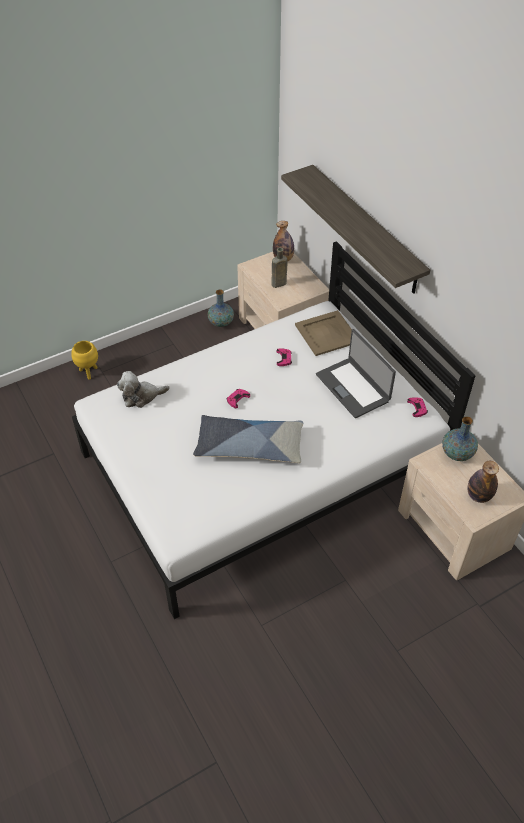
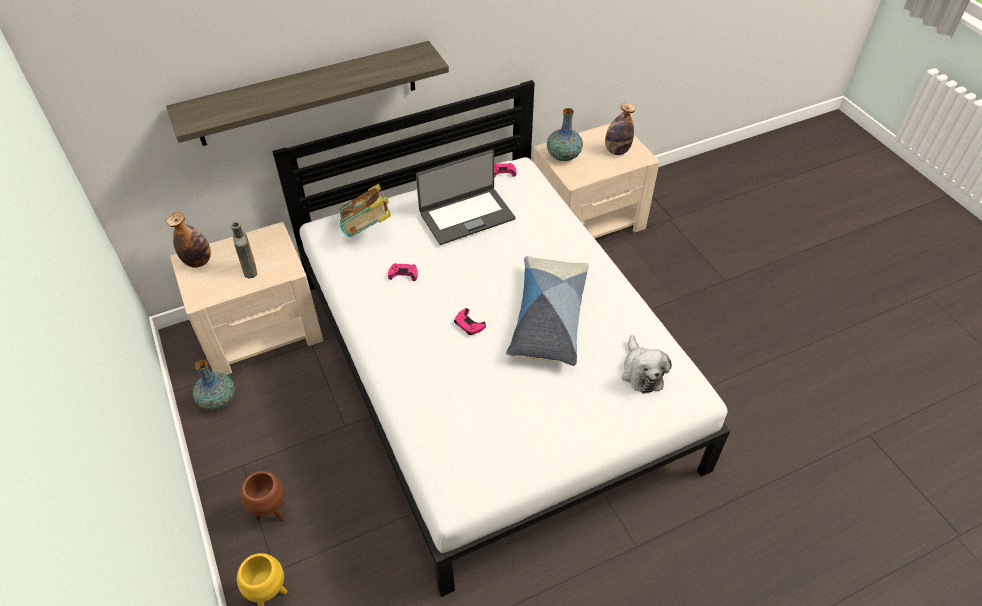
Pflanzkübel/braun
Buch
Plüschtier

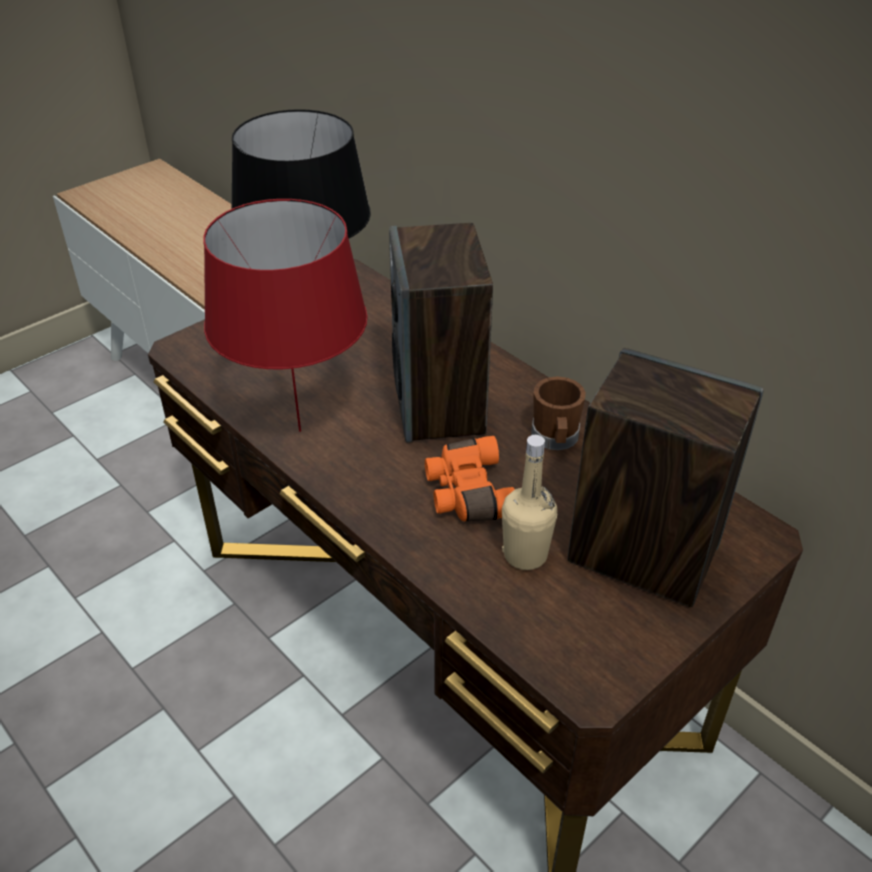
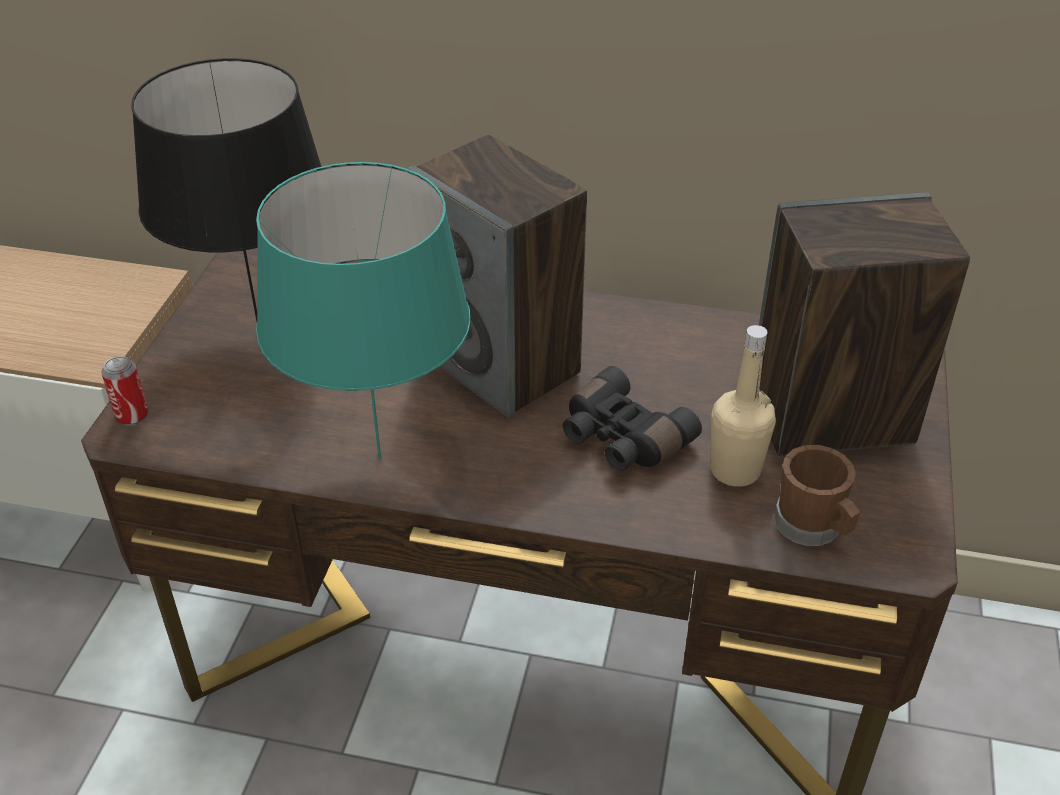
Dose
Tischlampe/türkis
Fernglas/schwarz
Henkelbecher/braun

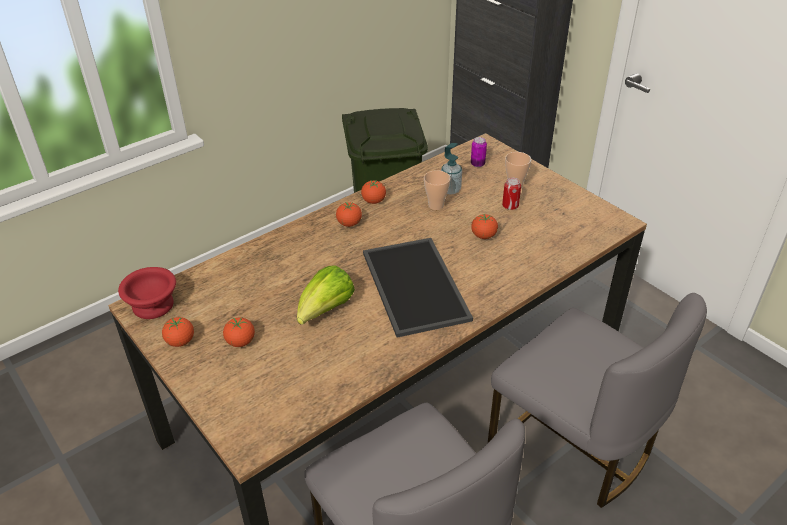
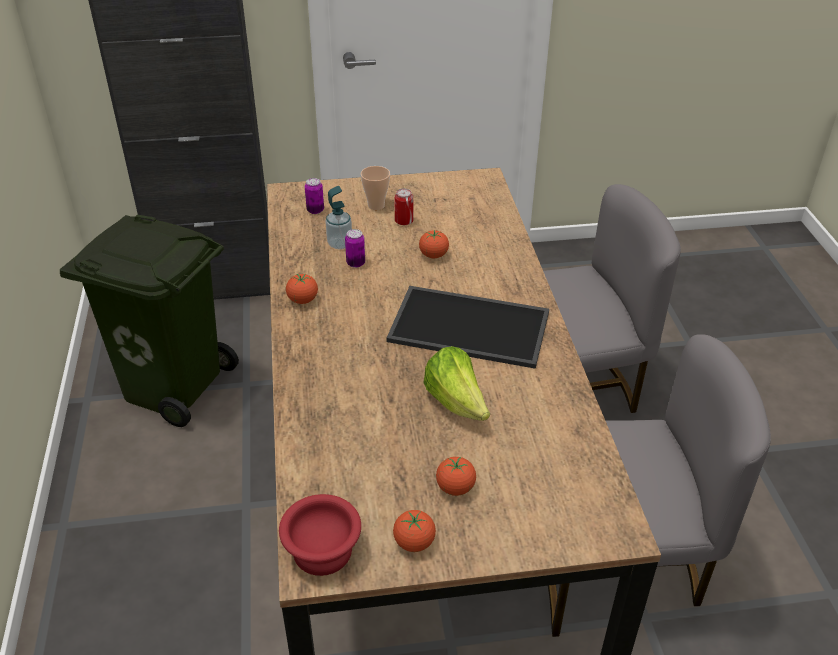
Dose (2nd from left)
Tomate (3rd from left in the first image)

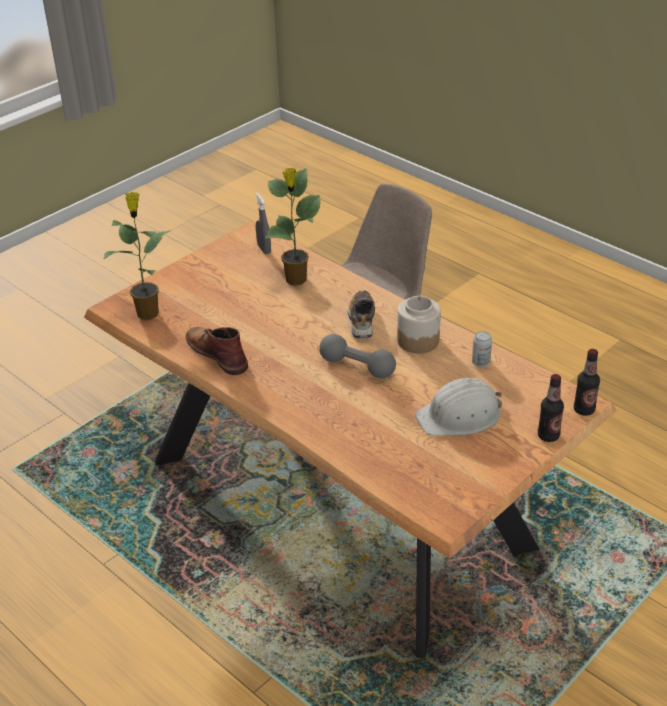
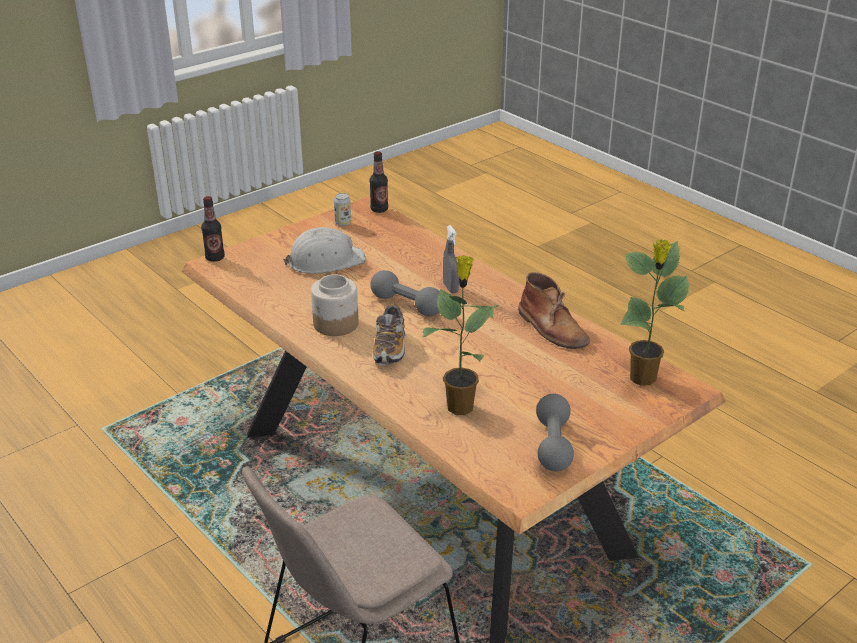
Dose
Flasche (2nd from left)
Sprühflasche/grau
Hantel/grau (2nd from left)

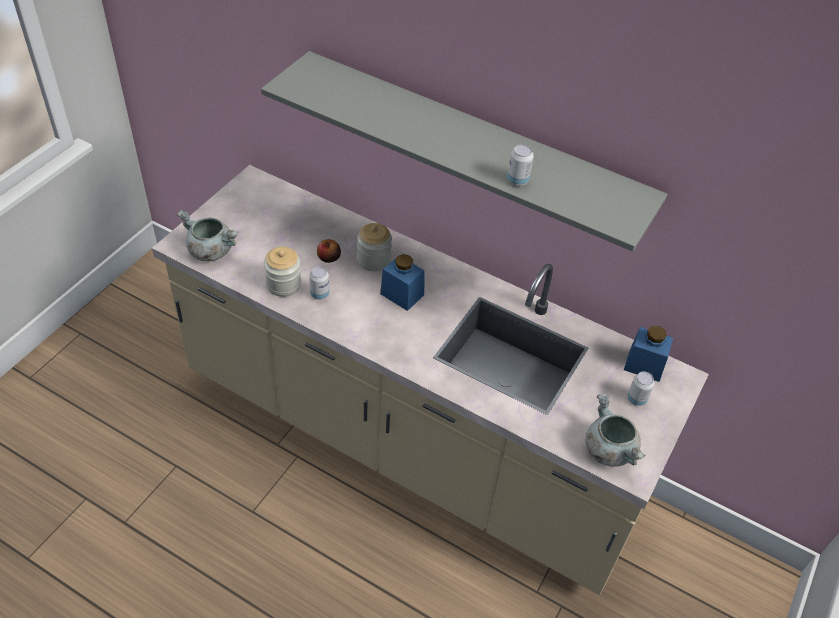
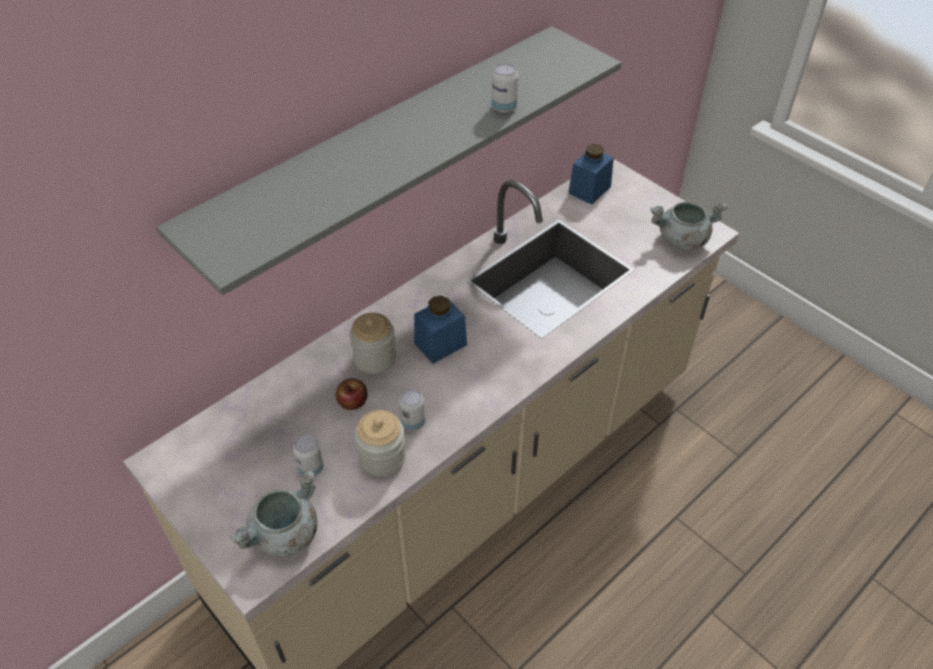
Dose (1st from left)

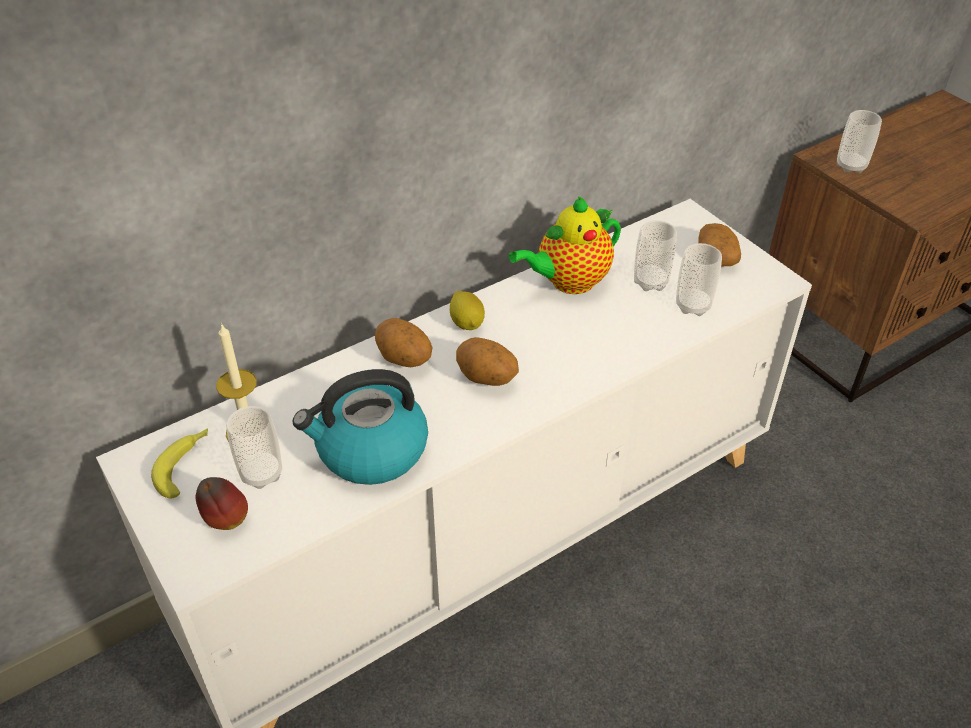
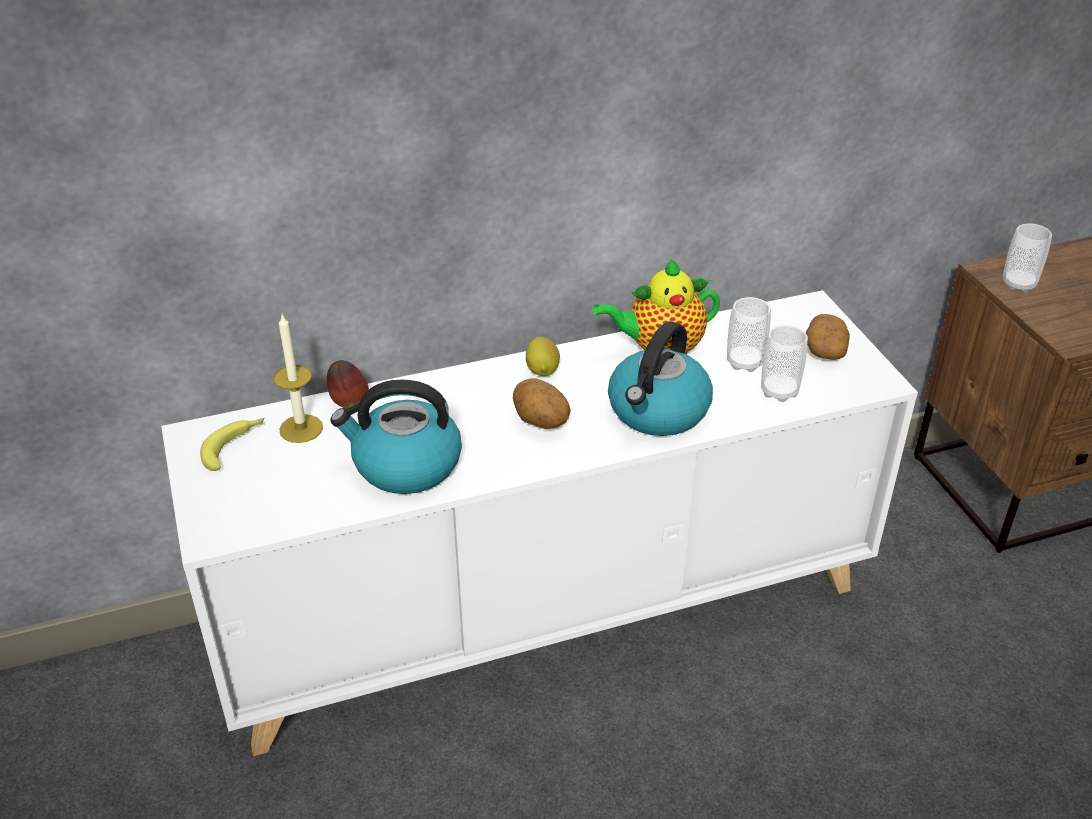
Apfel
Wasserkessel (2nd from left)
Tasse (1st from left in the first image)
Kartoffel (1st from left in the first image)

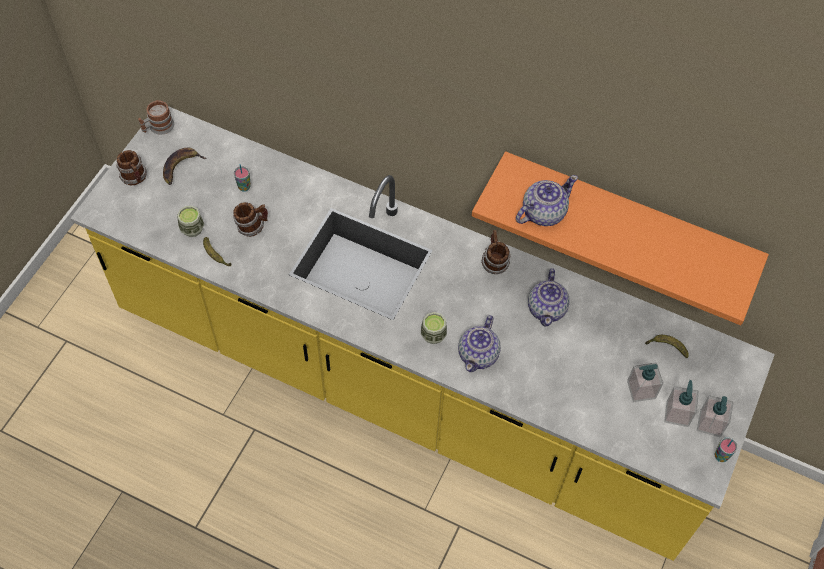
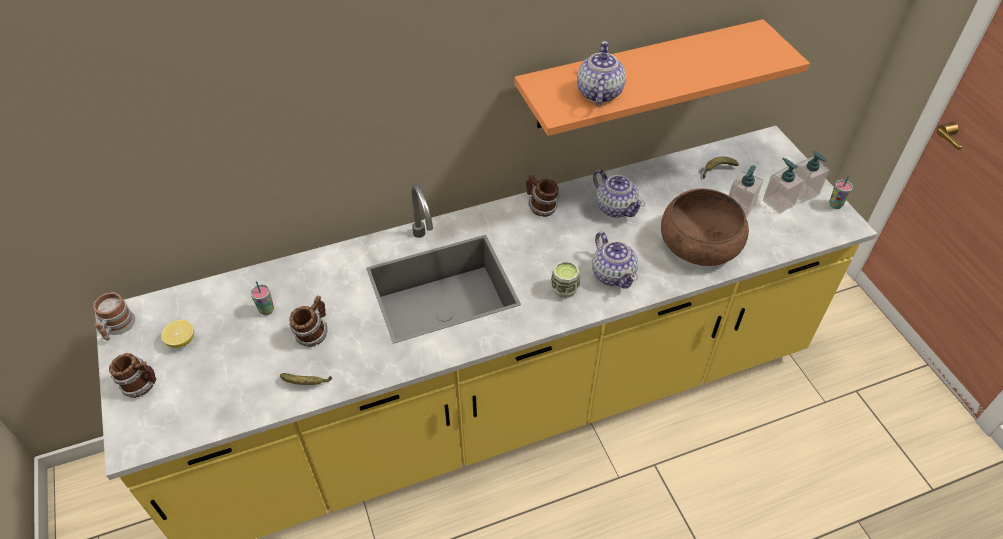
Zitrone
Schüssel/braun
Tasse (1st from left in the first image)

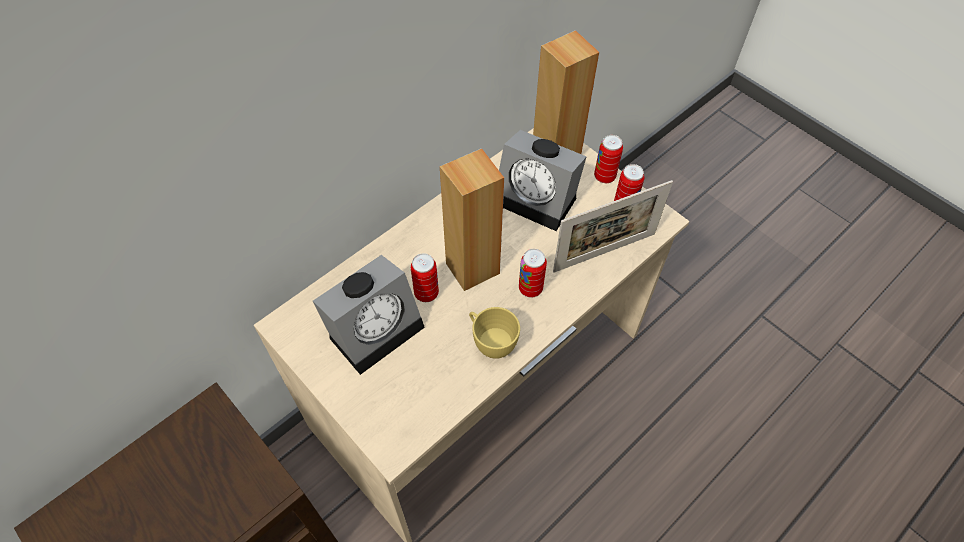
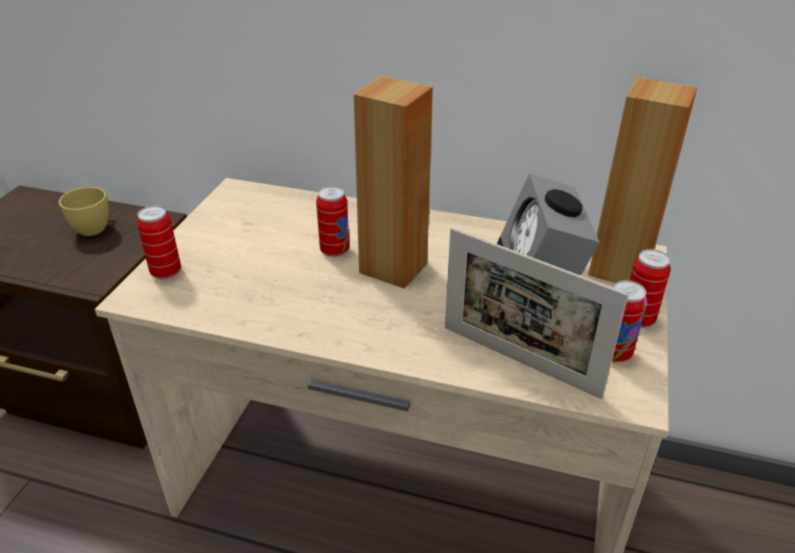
Tasse/gelb
Dose (1st from left)
Wecker (1st from left in the first image)

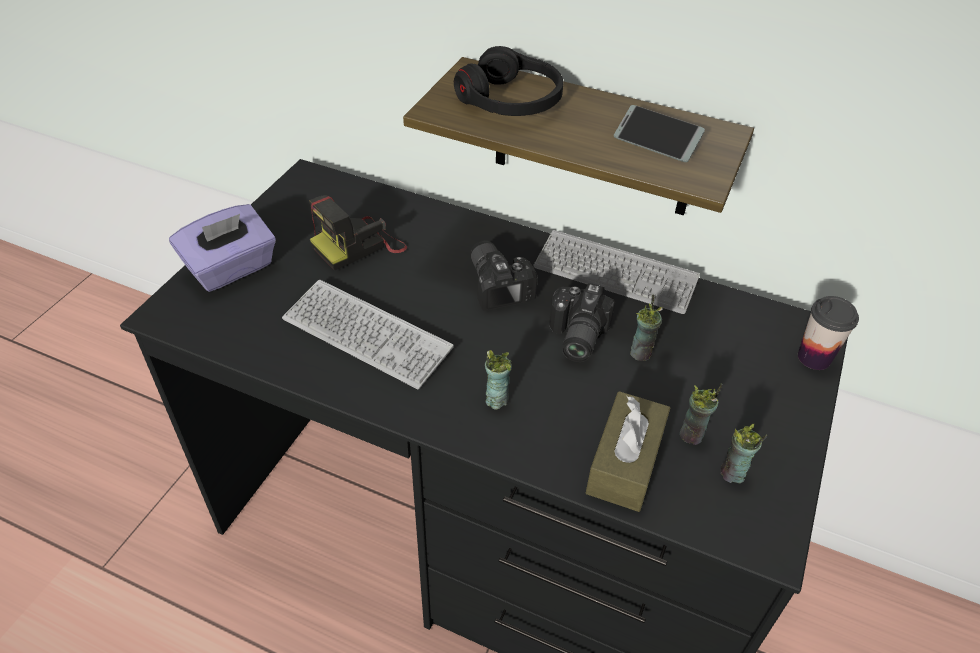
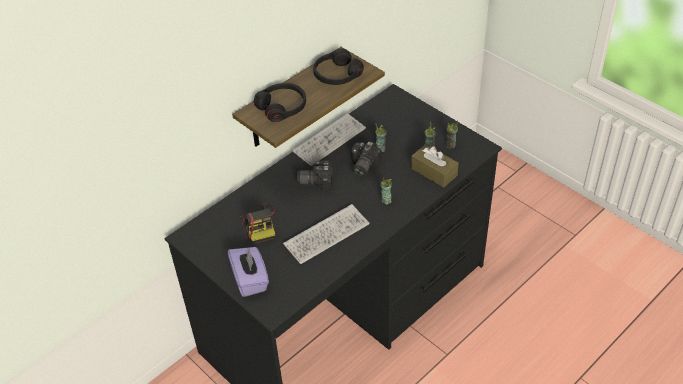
Kopfhörer/schwarz (2nd from left)
Kamera (3rd from left)
Tasse (5th from left in the first image)

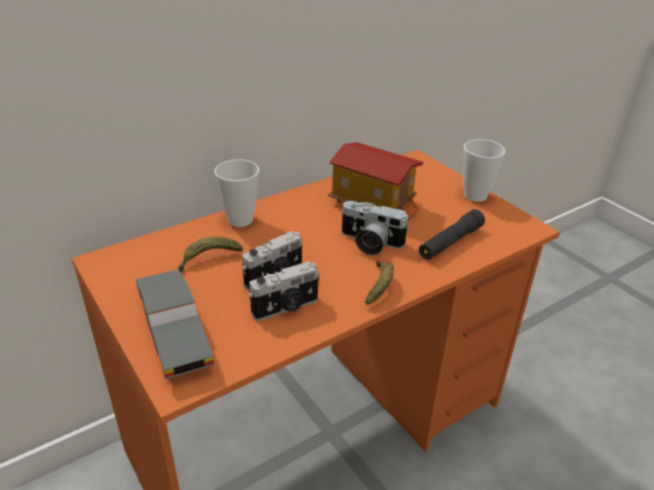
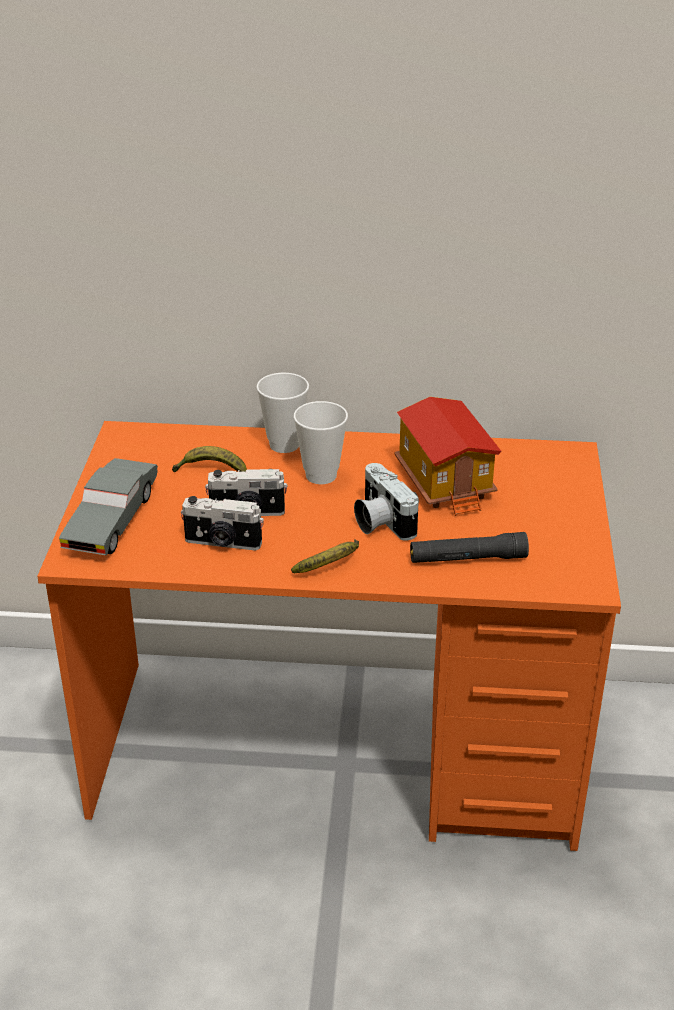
Tasse (2nd from left)

